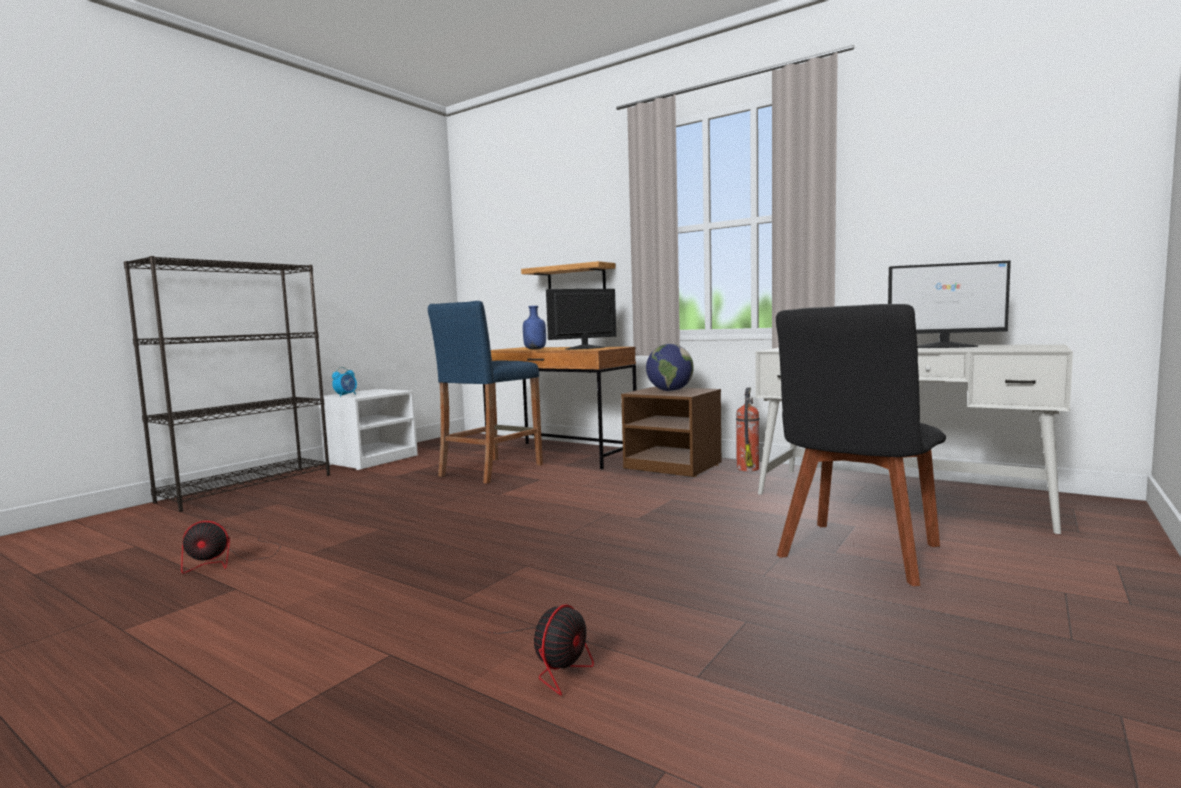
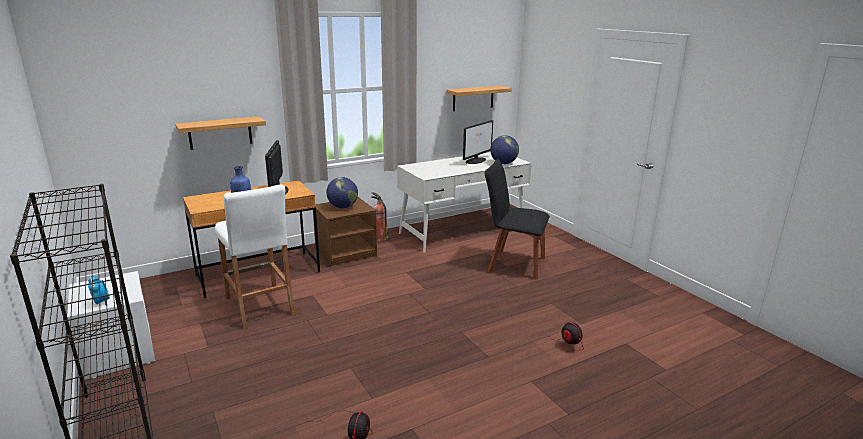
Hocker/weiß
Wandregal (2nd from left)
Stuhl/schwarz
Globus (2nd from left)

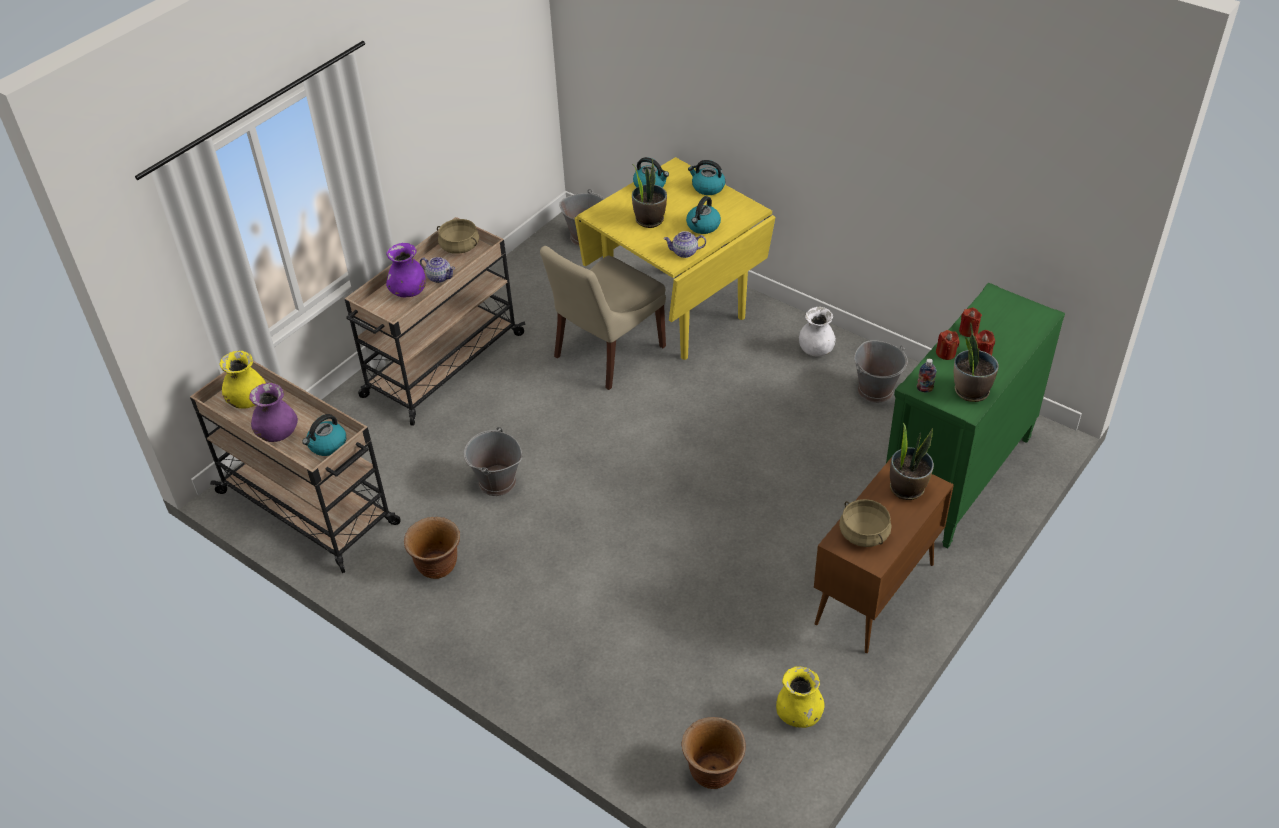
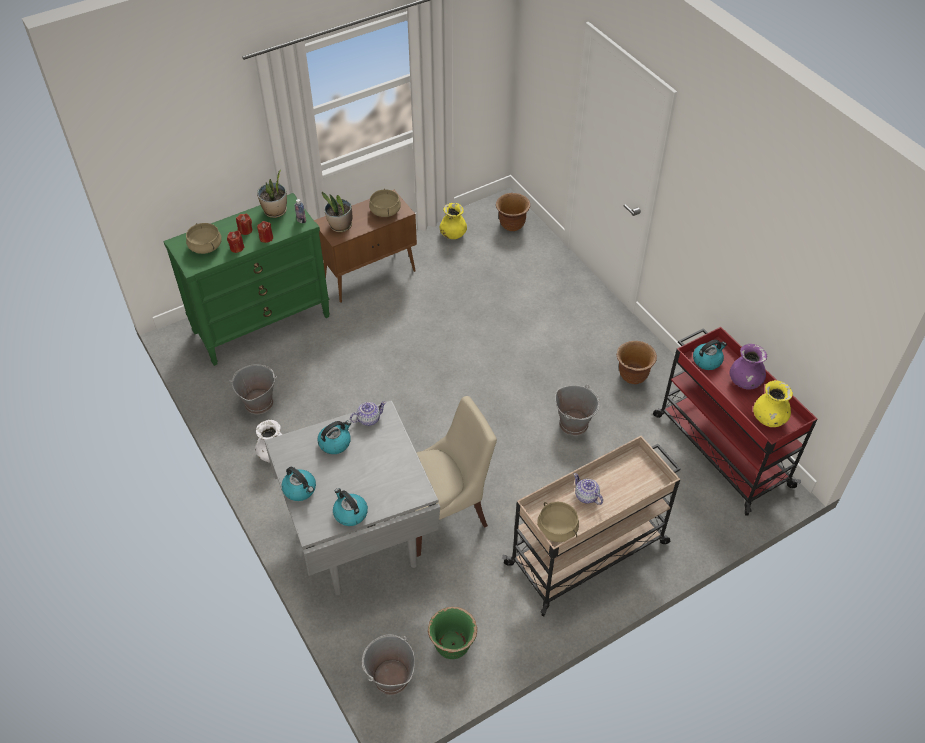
Kochtopf/beige (1st from left)
Esstisch/grau
Teekanne (1st from left)
Pflanzkübel/grün
Rollwagen/rot
Vase/lila (2nd from left in the first image)
Topfpflanze (1st from left in the first image)

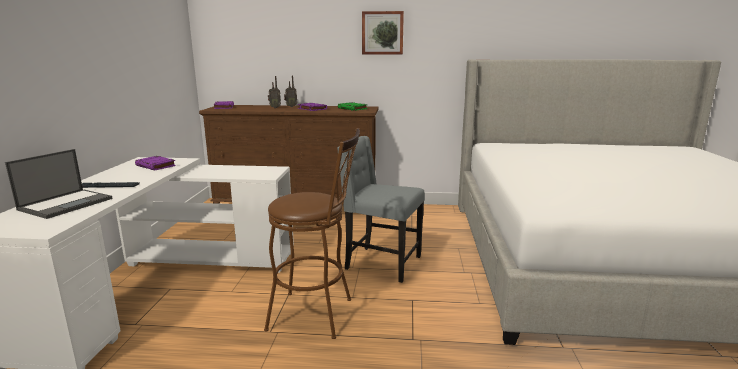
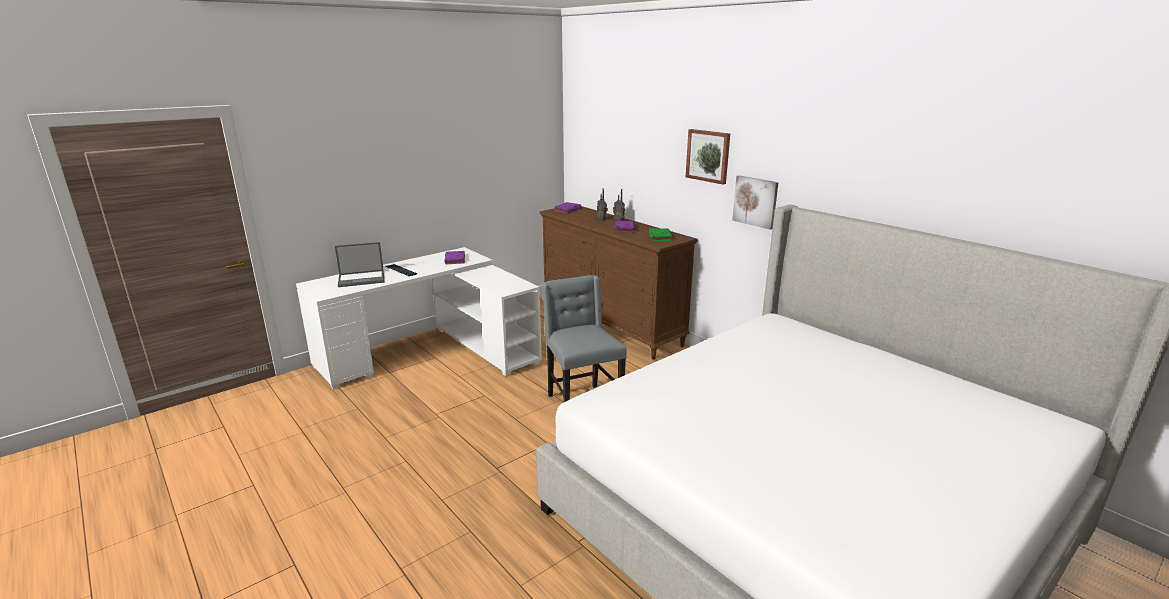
Bild (2nd from left)
Hocker/braun

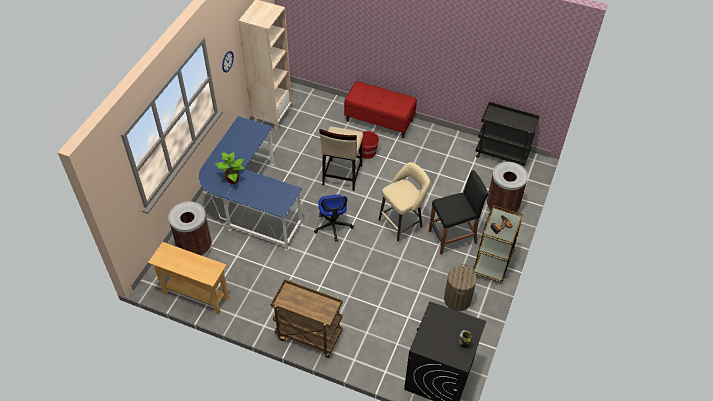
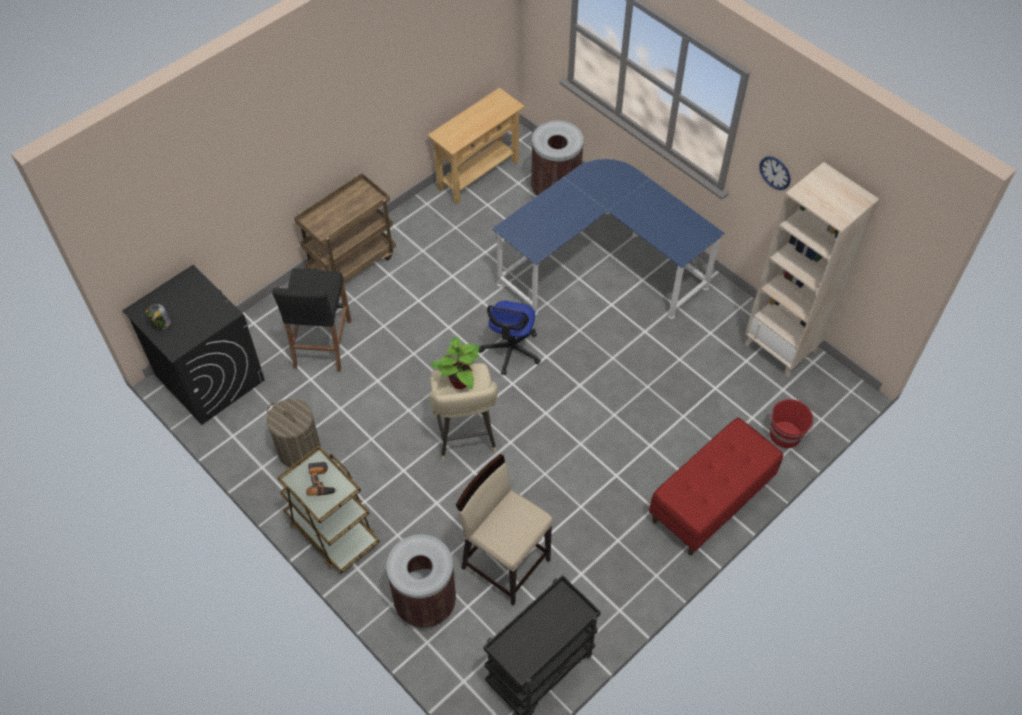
Hocker/schwarz
Topfpflanze
Hocker/beige (2nd from left)
Bürostuhl
Eimer/rot

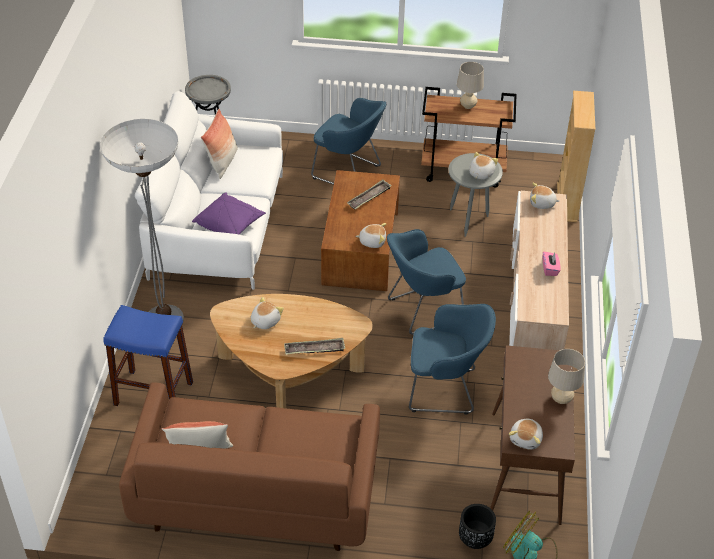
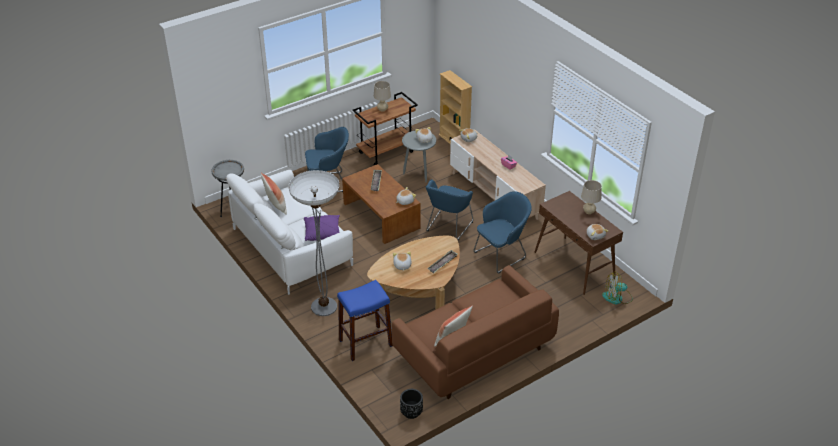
Pflanzkübel/schwarz

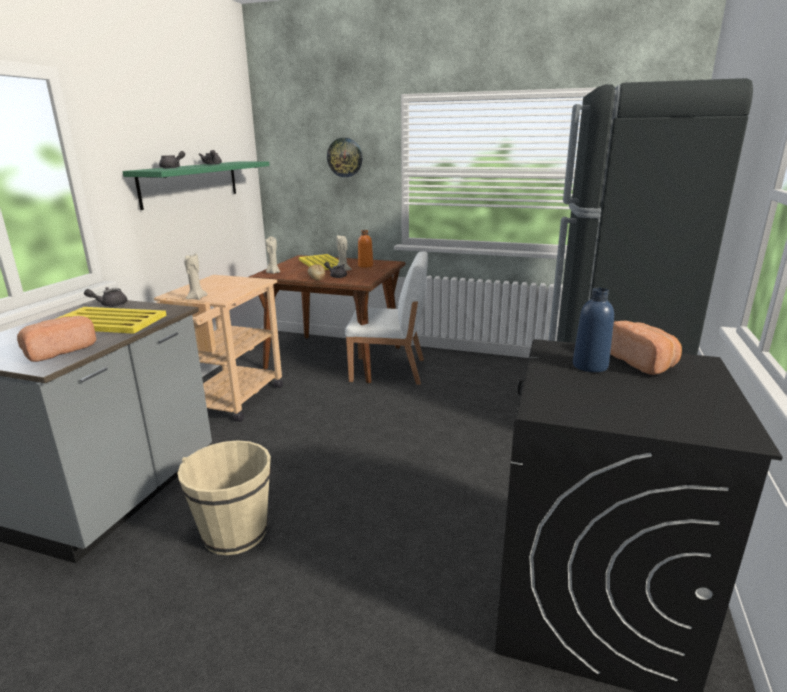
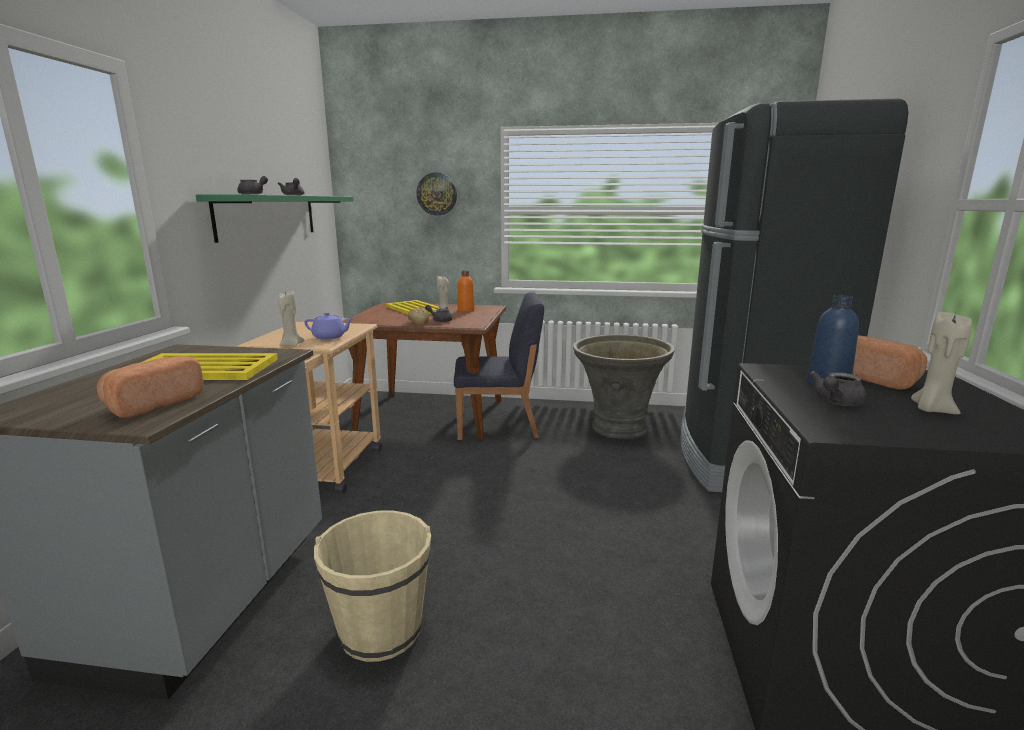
Teekanne/lila
Stuhl/blau
Pflanzkübel/grau
Teekanne/grau (4th from left)
Kerze/beige (3rd from left)

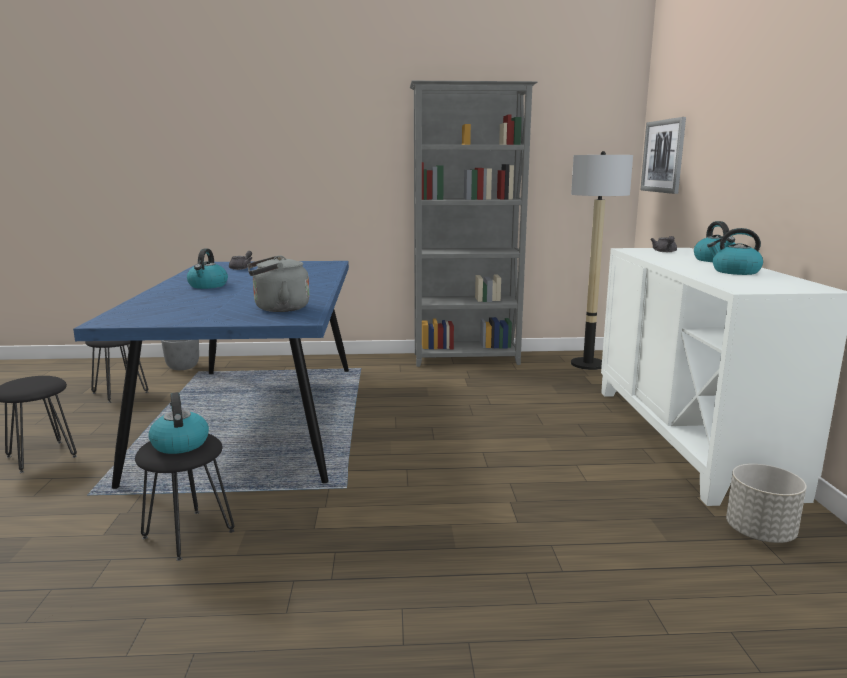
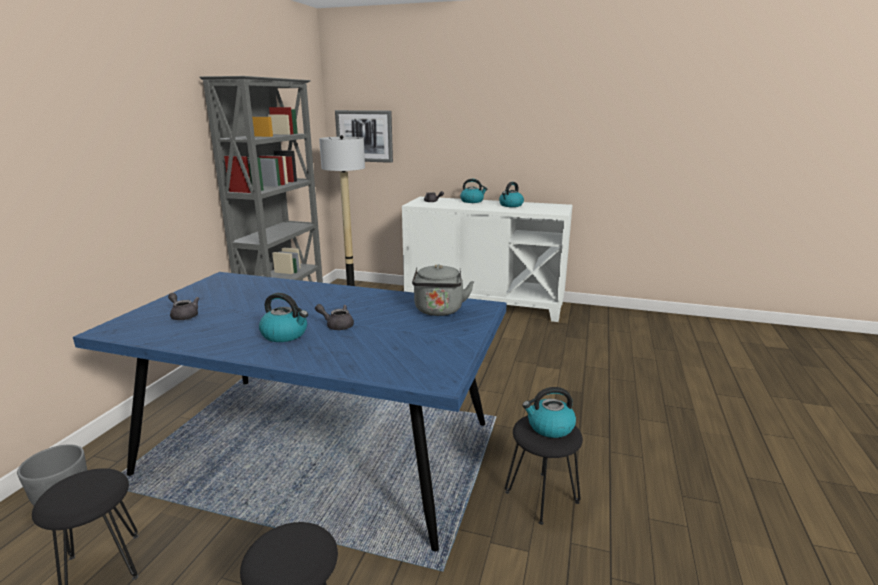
Teekanne/grau (2nd from left)
Pflanzkübel/grau (2nd from left in the first image)

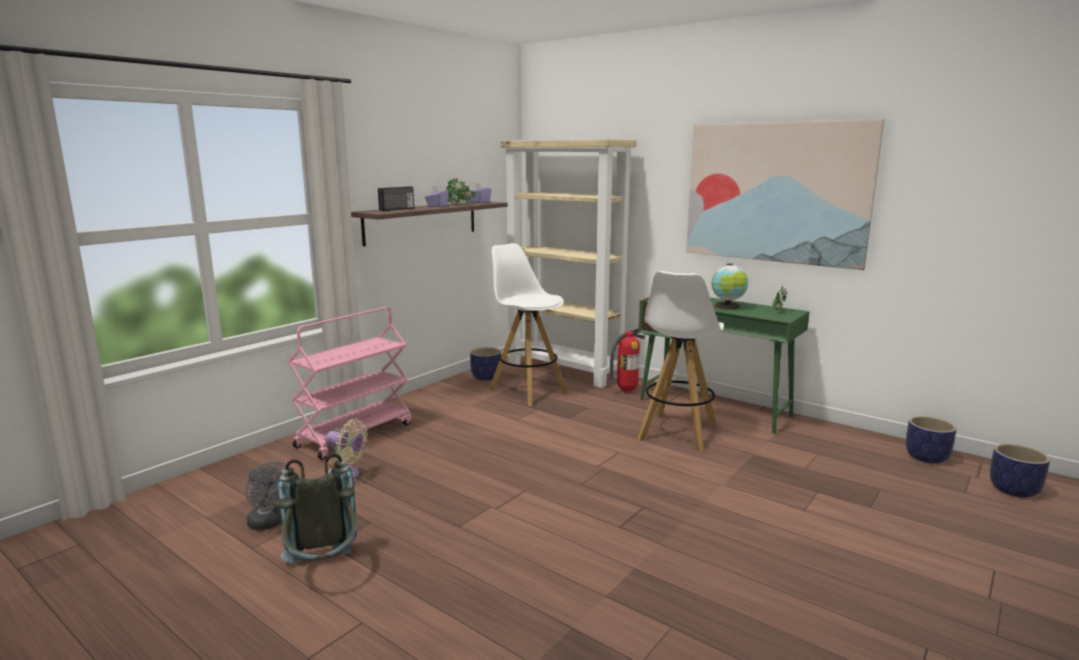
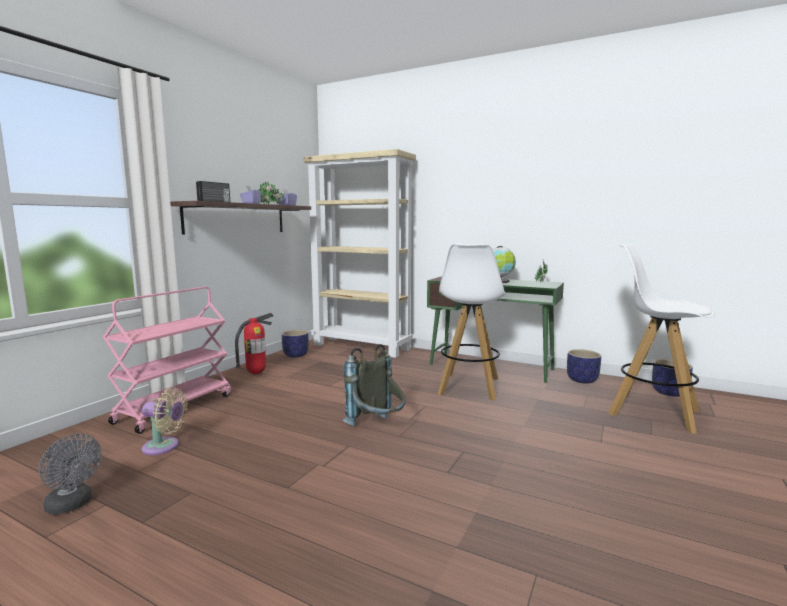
Feuerlöscher
Rucksack/grau
Pflanzkübel (2nd from left)
Hocker/weiß (2nd from left)
Bild

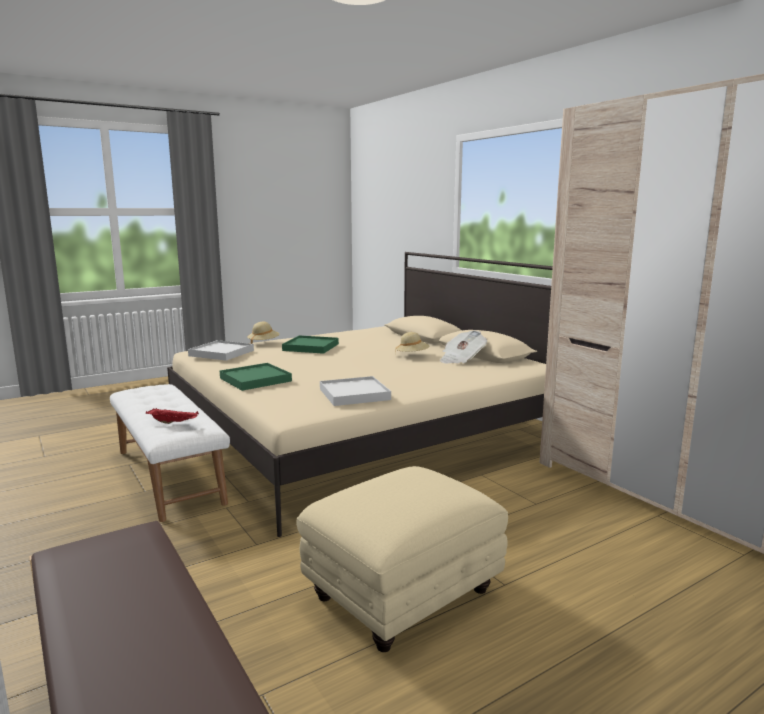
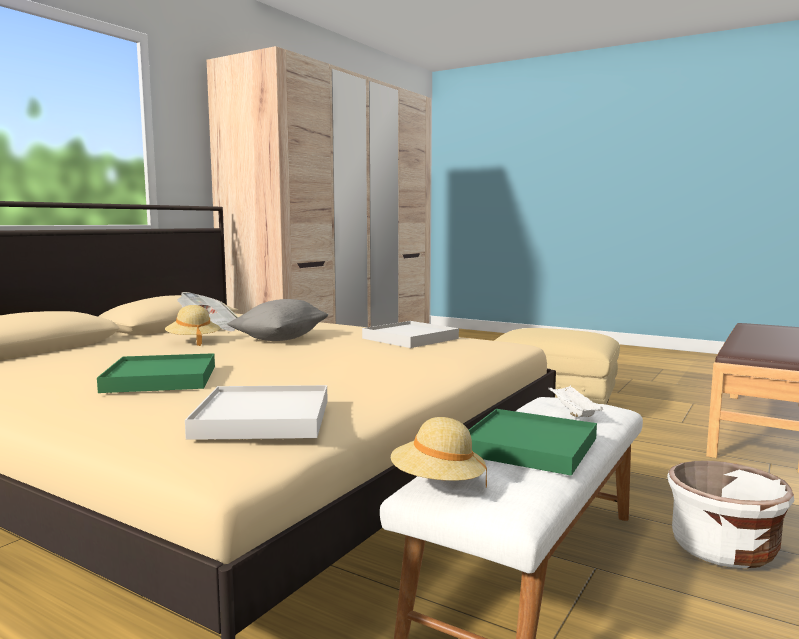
Kissen/grau
Hut/beige (2nd from left)
Tablett/grün (2nd from left)
Tablett/weiß (3rd from left)
Pflanzkübel/weiß

